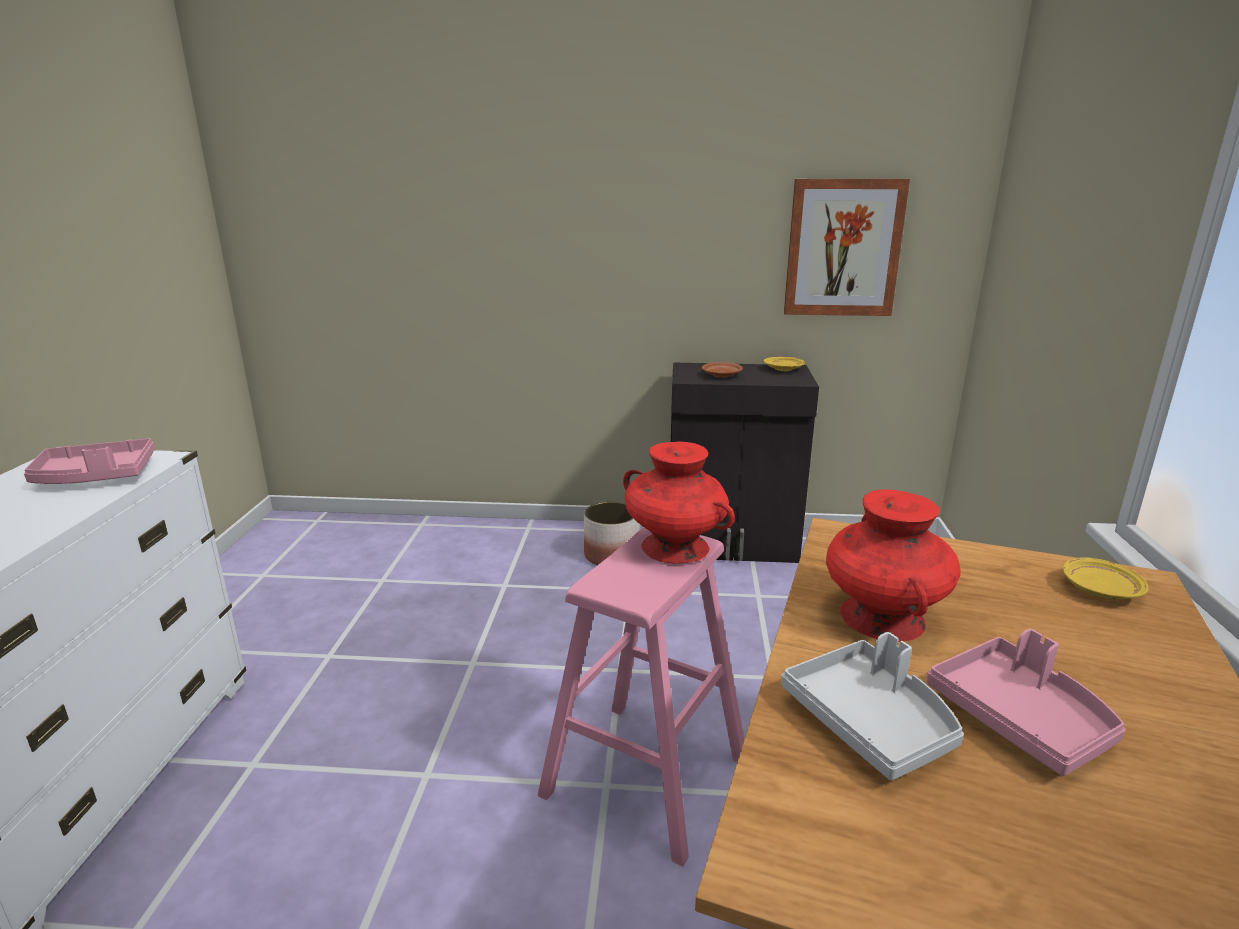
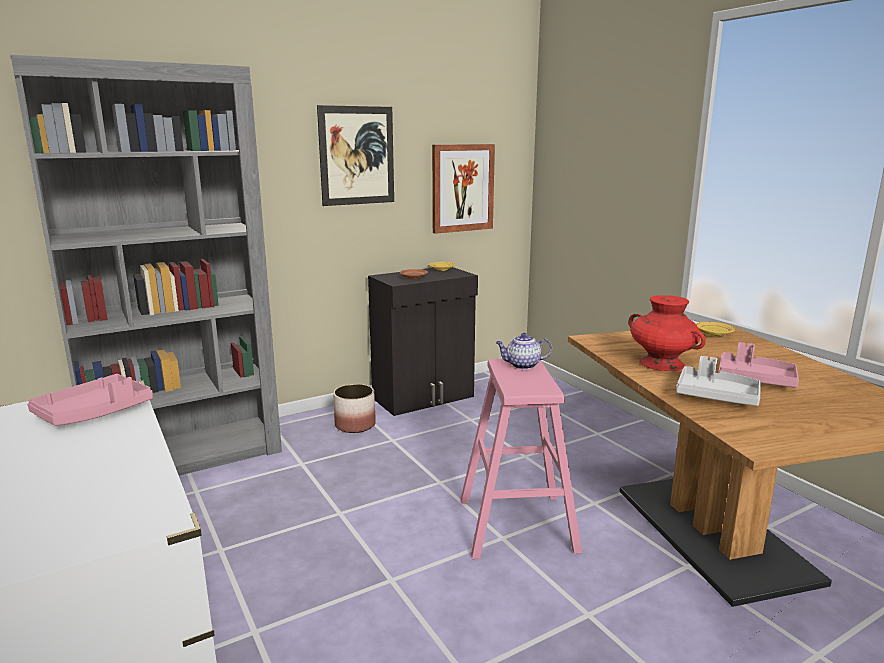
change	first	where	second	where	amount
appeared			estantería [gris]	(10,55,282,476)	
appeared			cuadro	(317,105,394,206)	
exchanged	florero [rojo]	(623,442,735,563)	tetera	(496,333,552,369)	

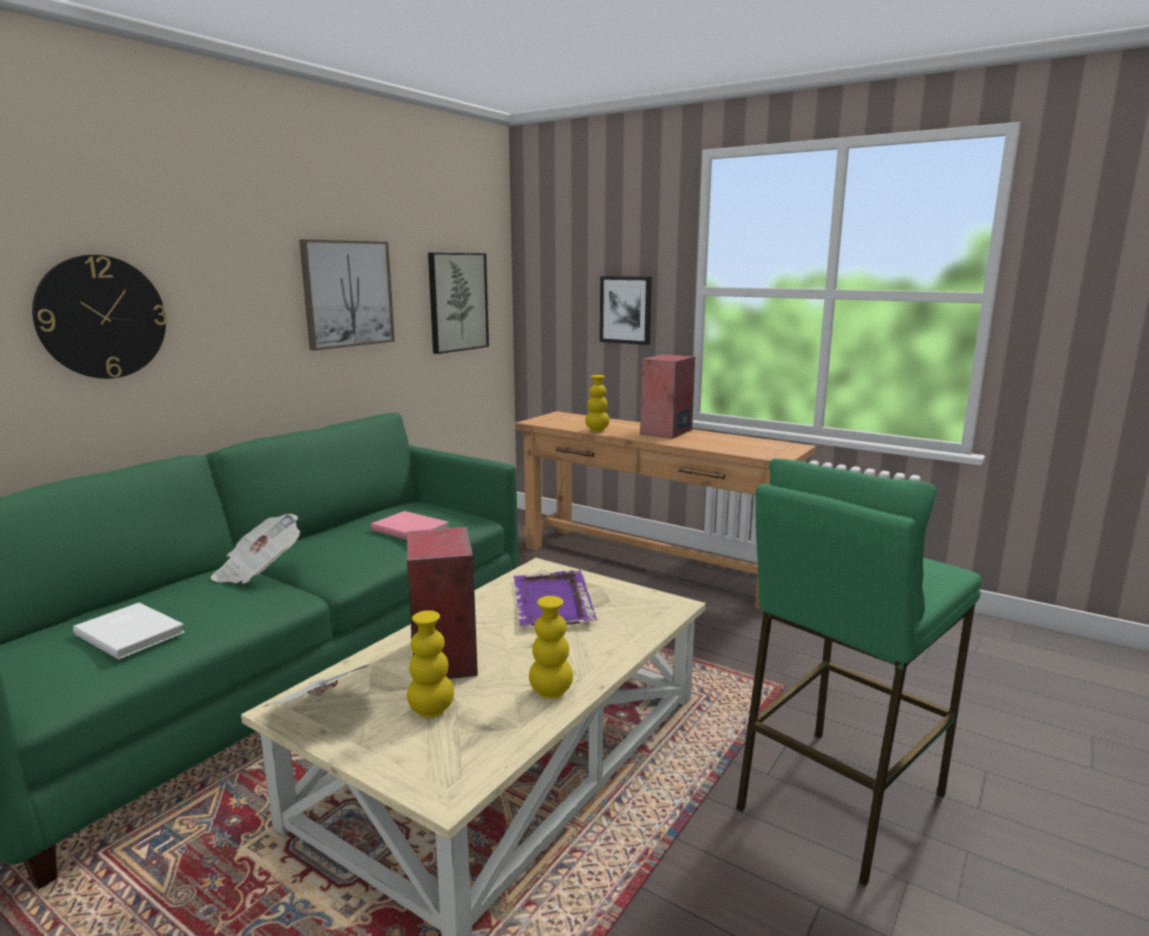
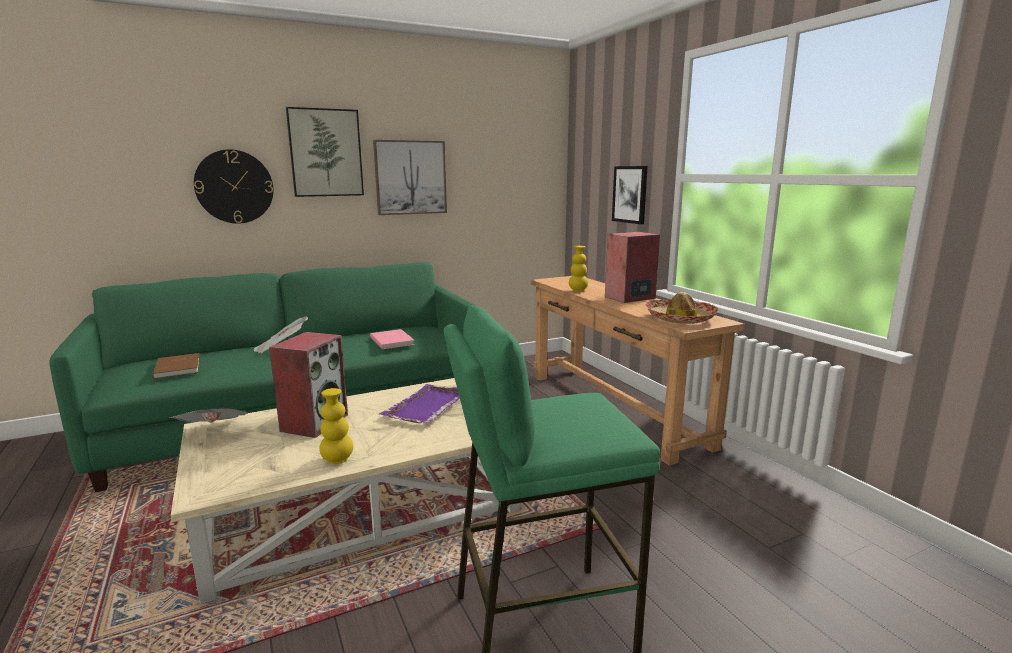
change	first	where	second	where	amount
colour	libro [blanco]	(73,603,185,660)	libro [marrón]	(153,353,200,379)	
relocated	cuadro	(428,253,489,354)		(286,107,364,197)	
appeared			sombrero	(645,292,719,324)	
missing	florero [amarillo]	(407,610,454,718)			

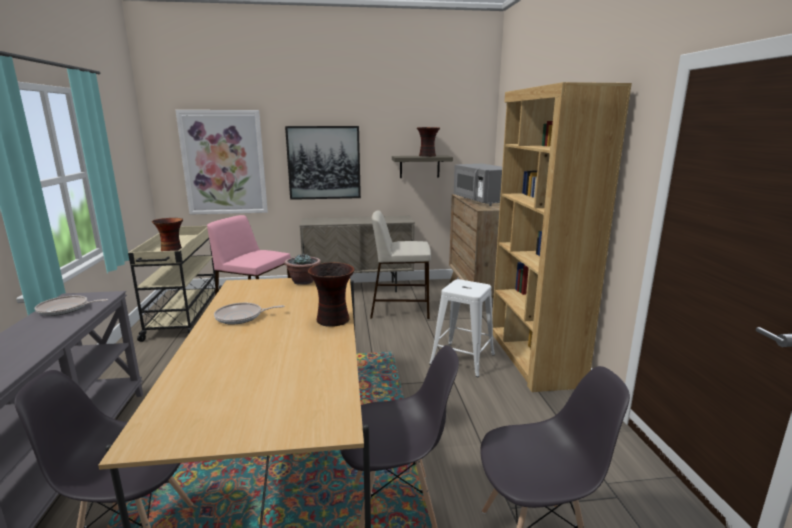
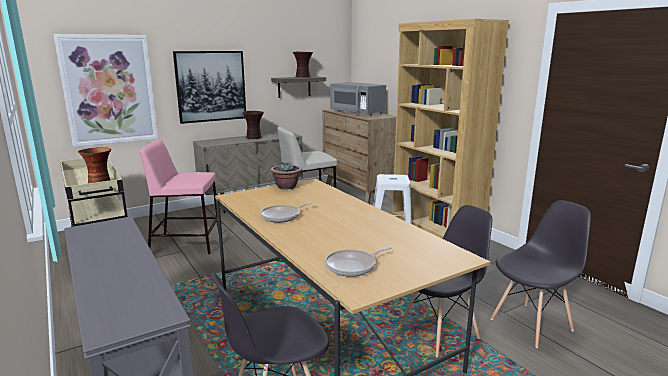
change	first	where	second	where	amount
relocated	florero	(308,262,354,327)		(242,111,264,139)	
relocated	sartén	(35,295,108,316)		(325,247,391,277)	

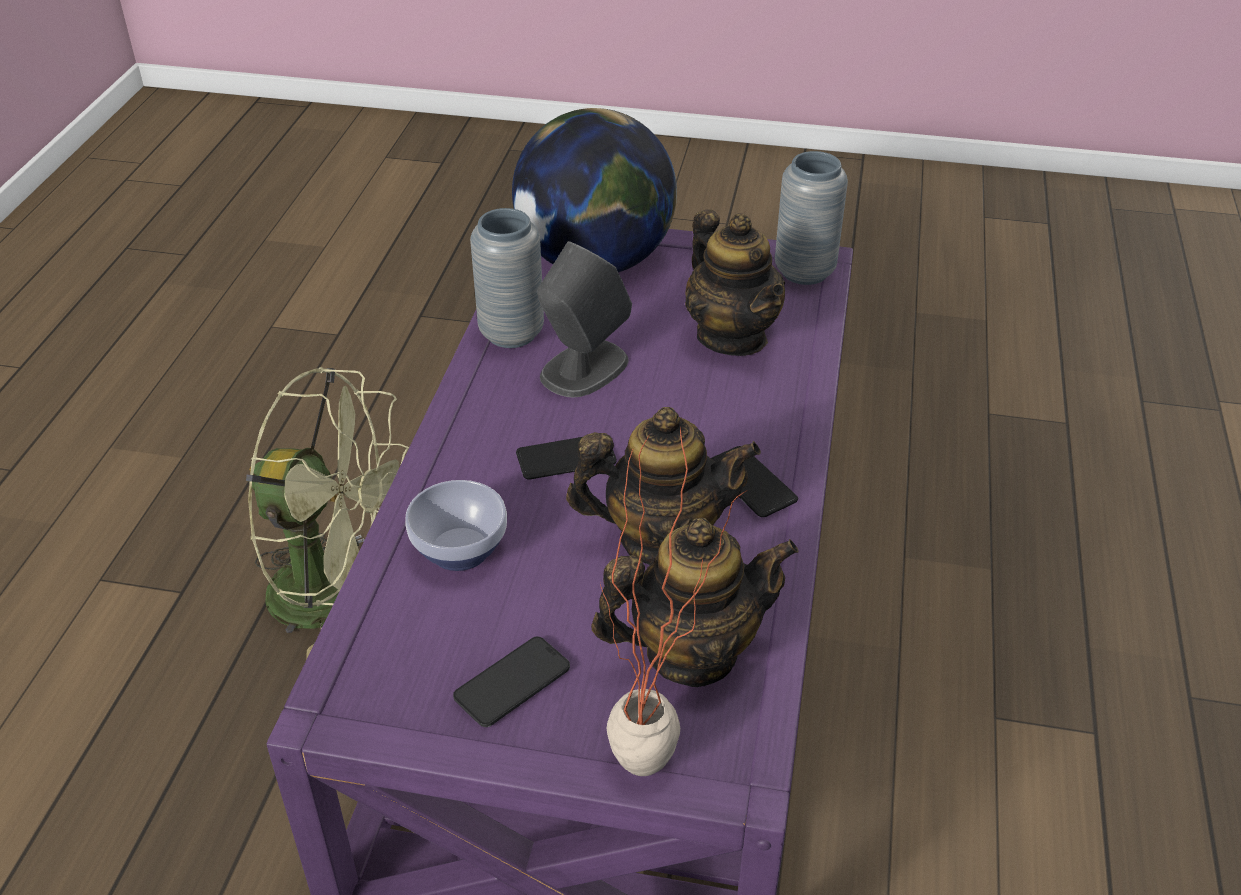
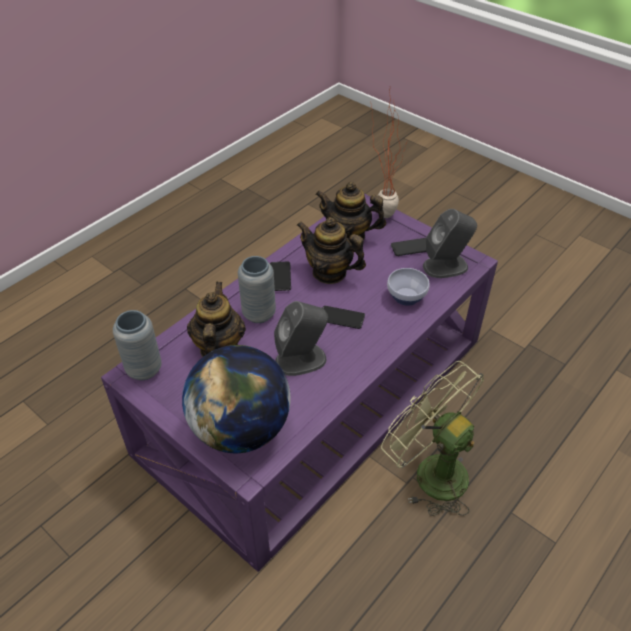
change	first	where	second	where	amount
relocated	florero [gris]	(470,208,544,348)		(238,256,276,323)	
appeared			altavoz [gris]	(423,209,477,278)	

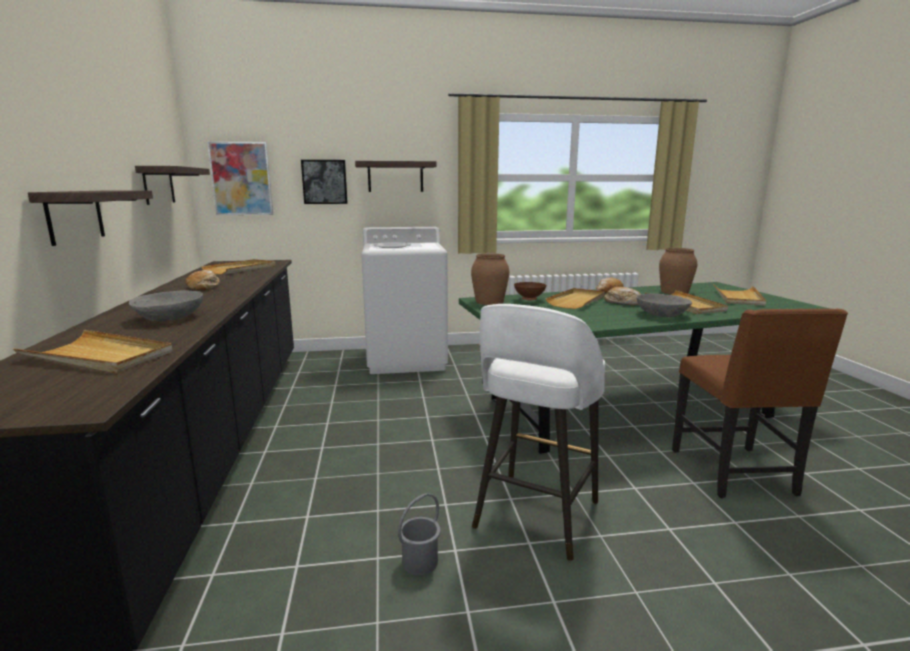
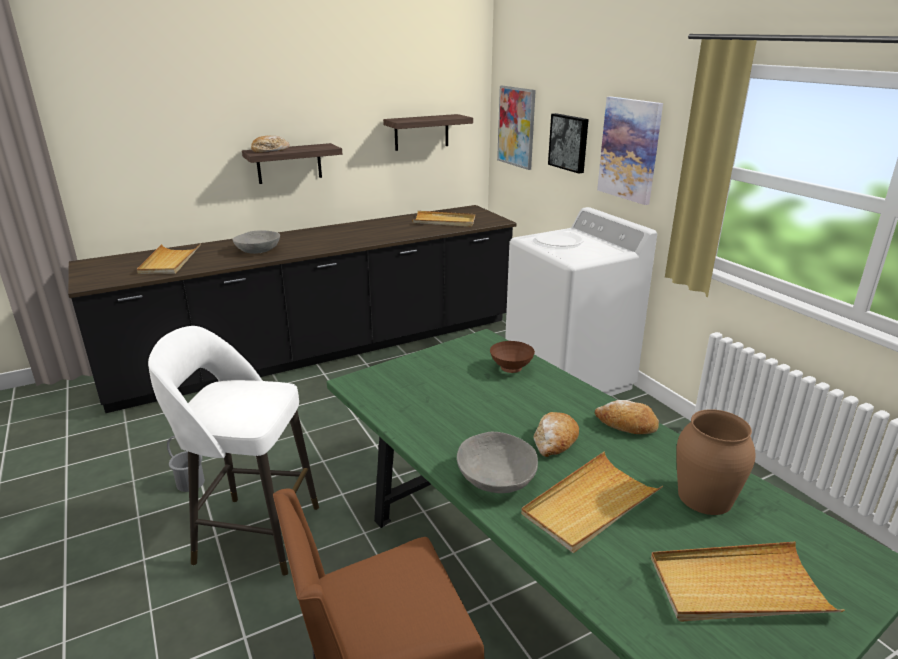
change	first	where	second	where	amount
relocated	pan	(185,270,220,290)		(251,136,289,153)	
exchanged	estante	(355,161,436,192)	cuadro	(597,97,663,205)	
missing	florero [marrón]	(471,253,509,305)			
missing	bandeja [beis]	(545,288,605,309)			

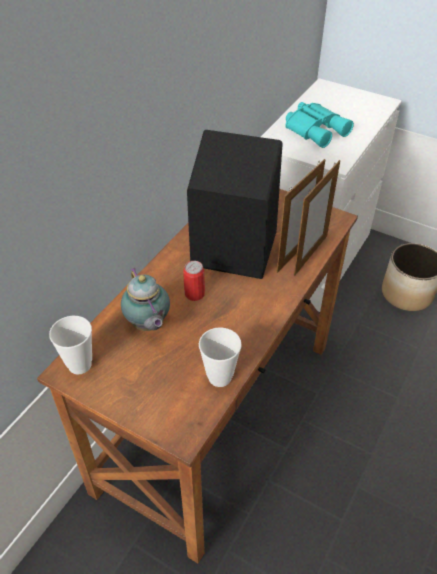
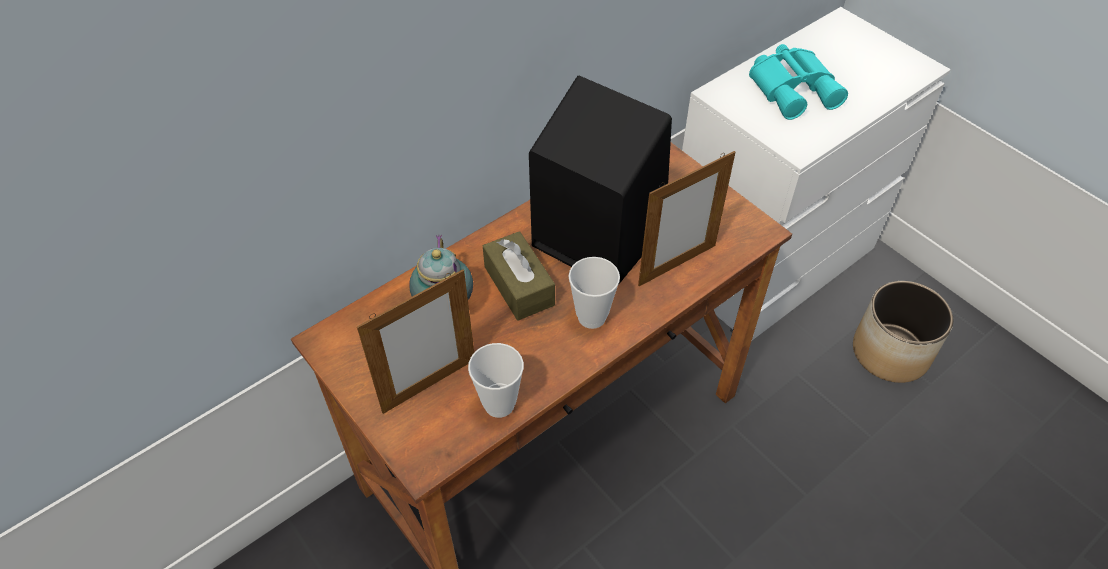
change	first	where	second	where	amount
relocated	portarretratos	(294,160,340,276)		(357,269,474,414)	
exchanged	lata	(183,261,205,301)	caja de pañuelos [marrón]	(483,231,555,321)	
relocated	taza	(49,316,92,374)		(569,257,620,329)	

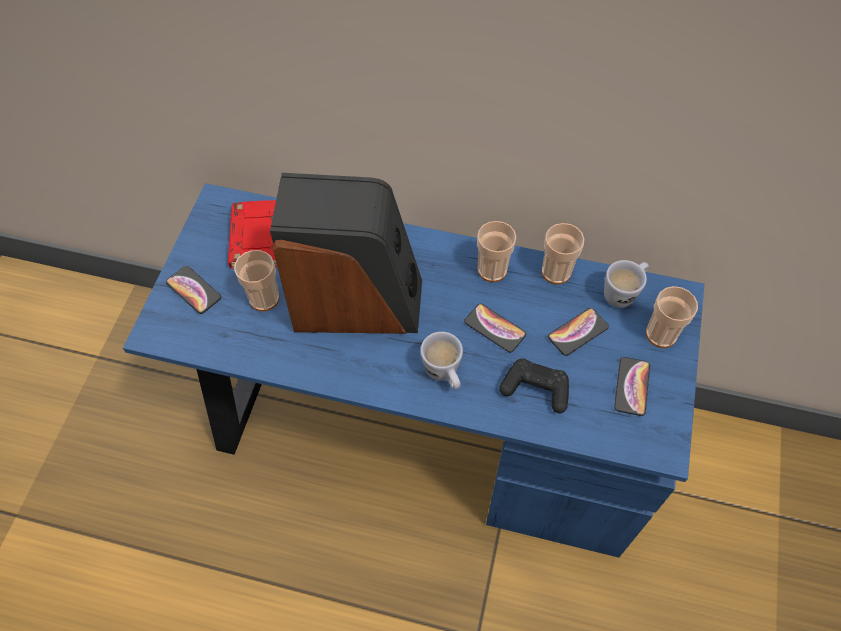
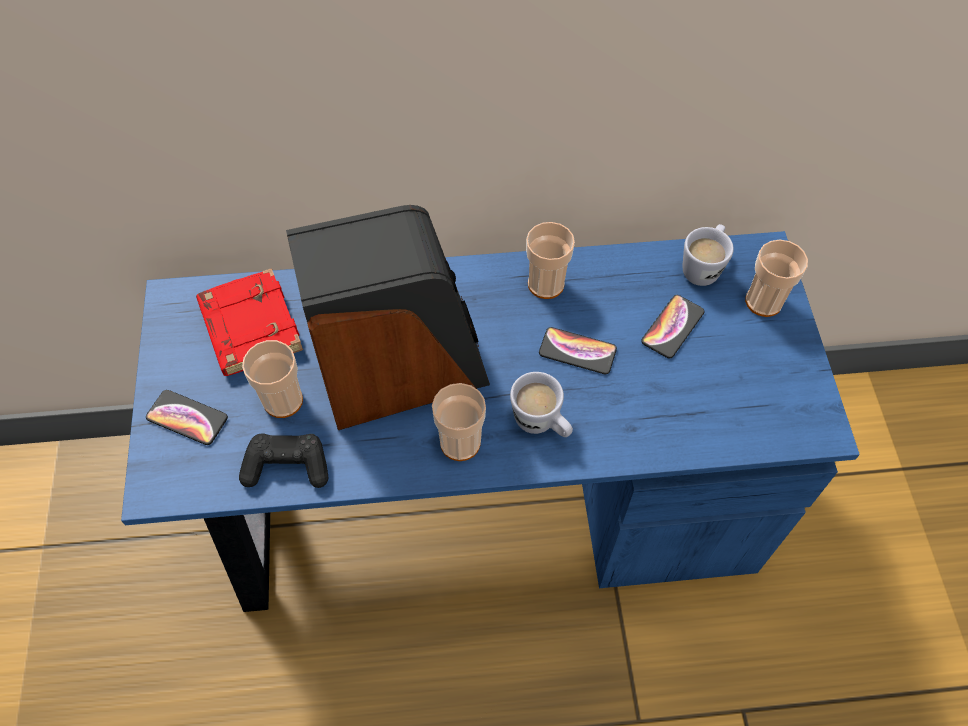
change	first	where	second	where	amount
relocated	mando de consola [negro]	(500,359,569,414)		(239,433,329,488)	
relocated	taza	(542,223,584,284)		(432,383,486,461)	
missing	móvil	(614,357,650,416)			

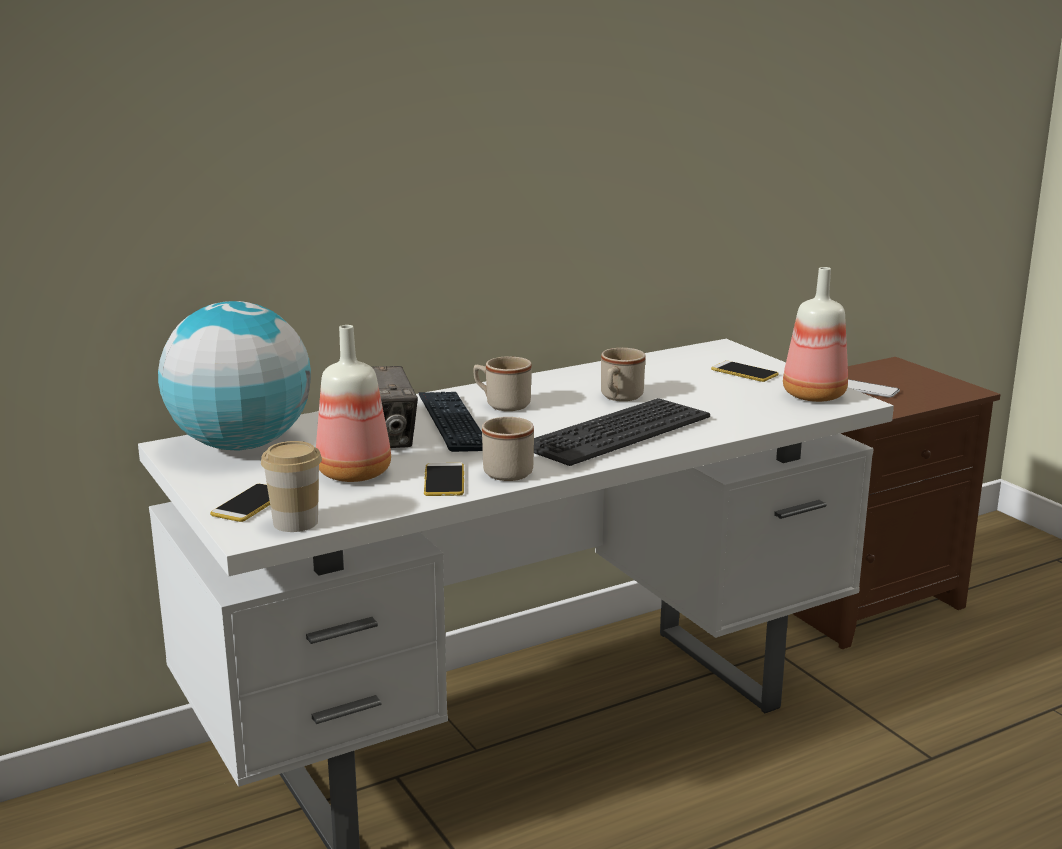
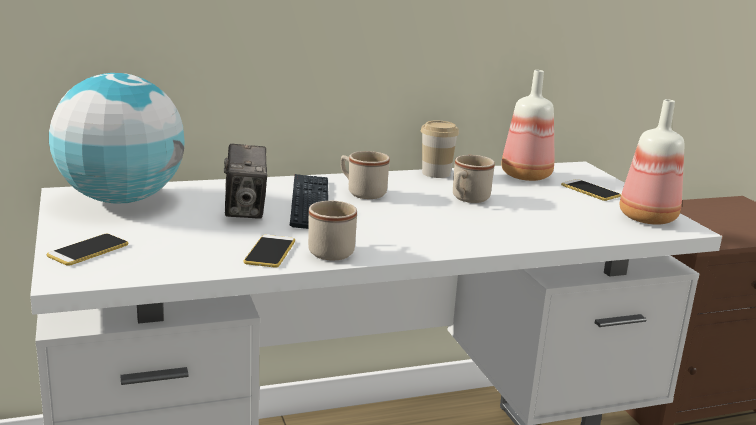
change	first	where	second	where	amount
relocated	taza	(261,441,322,532)		(421,121,459,178)	
relocated	botella	(316,325,391,482)		(501,70,555,181)	
missing	teclado	(534,398,710,466)			
missing	móvil	(848,379,900,398)			

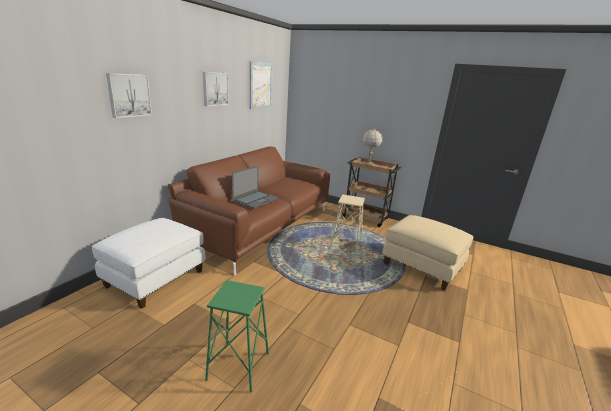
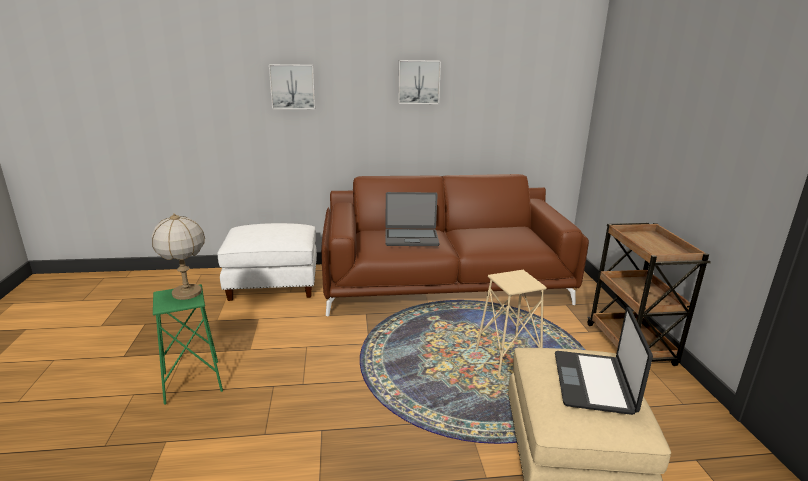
change	first	where	second	where	amount
relocated	lámpara de mesa	(362,129,383,166)		(152,213,205,300)	
appeared			portátil	(555,307,653,415)	
missing	cuadro	(250,61,273,109)			

